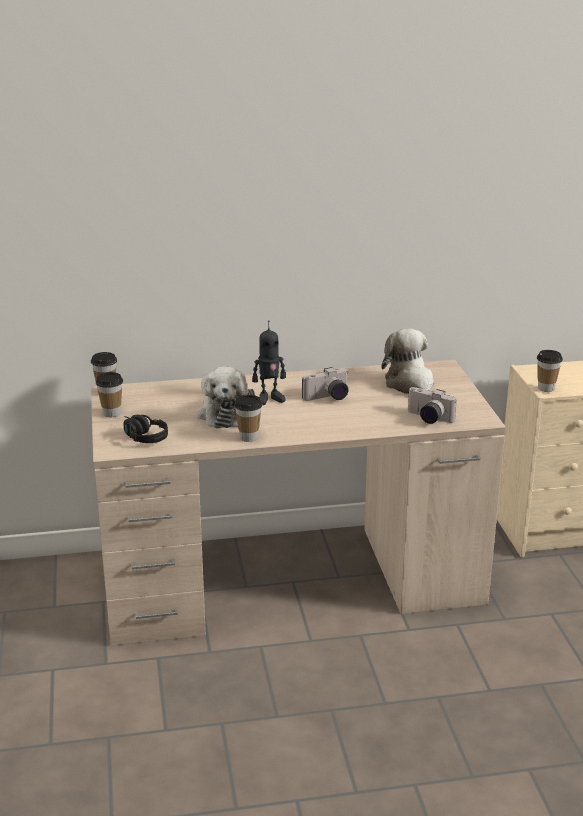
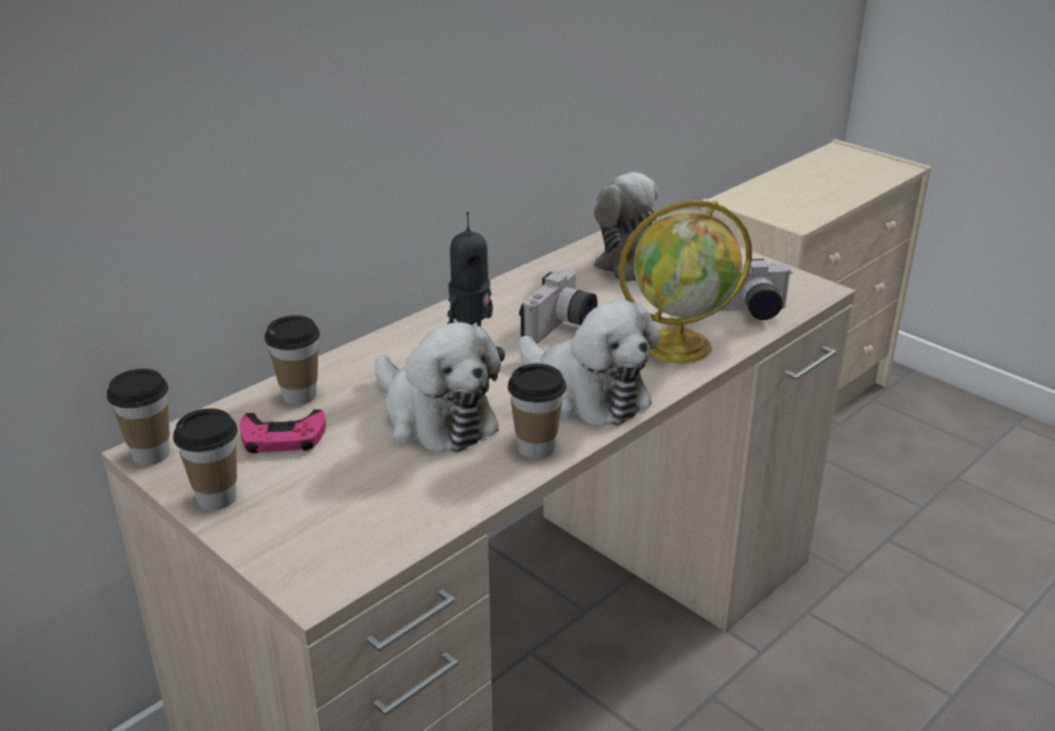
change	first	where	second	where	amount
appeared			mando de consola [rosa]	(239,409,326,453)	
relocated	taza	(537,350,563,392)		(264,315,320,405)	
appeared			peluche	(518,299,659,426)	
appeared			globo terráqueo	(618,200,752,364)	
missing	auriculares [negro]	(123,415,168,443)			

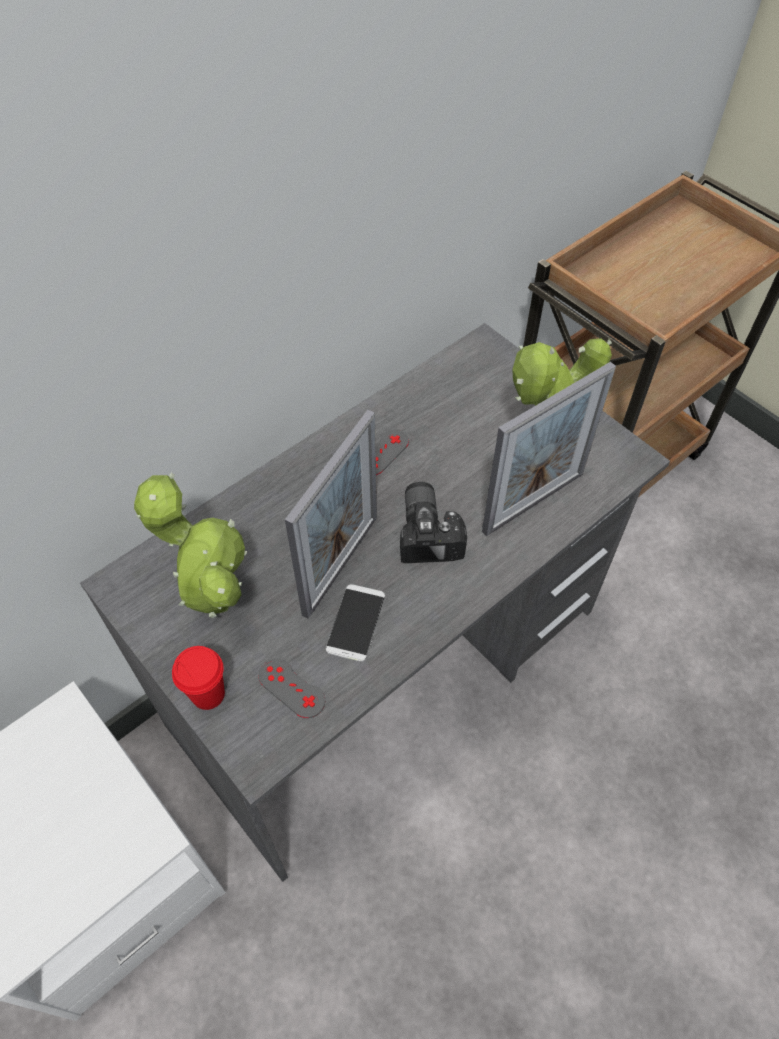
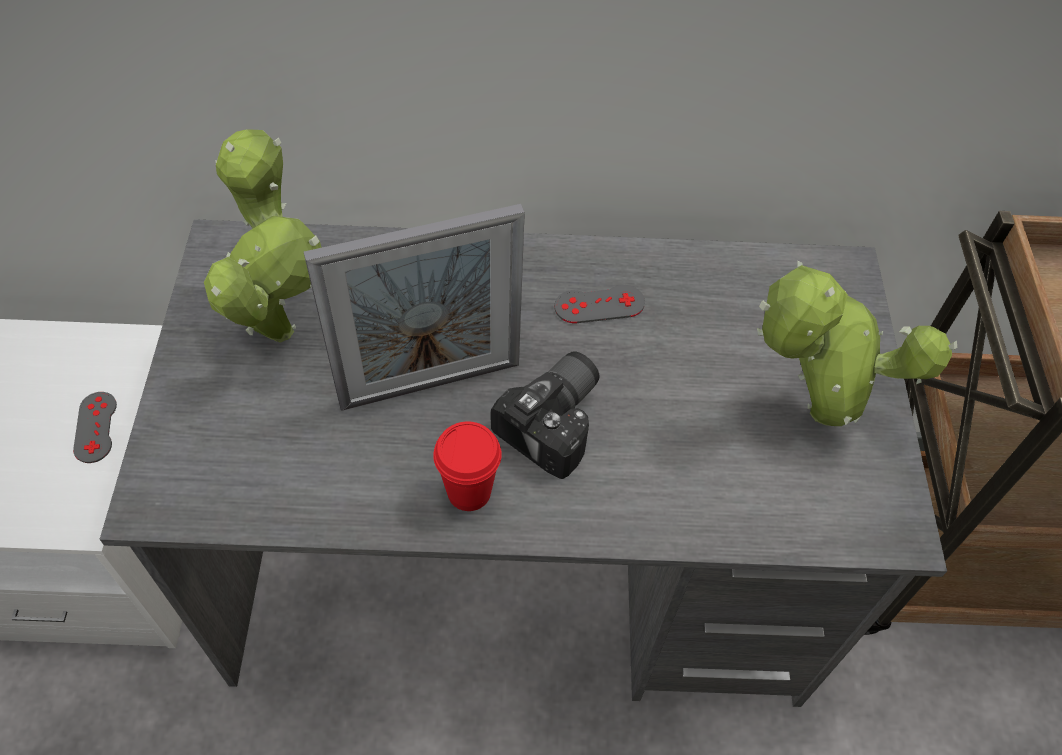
change	first	where	second	where	amount
relocated	mando de consola [gris]	(259,659,325,718)		(73,392,117,463)	
relocated	taza [rojo]	(172,646,225,710)		(433,421,502,511)	
missing	móvil	(326,584,385,662)			
missing	portarretratos	(482,362,616,536)			

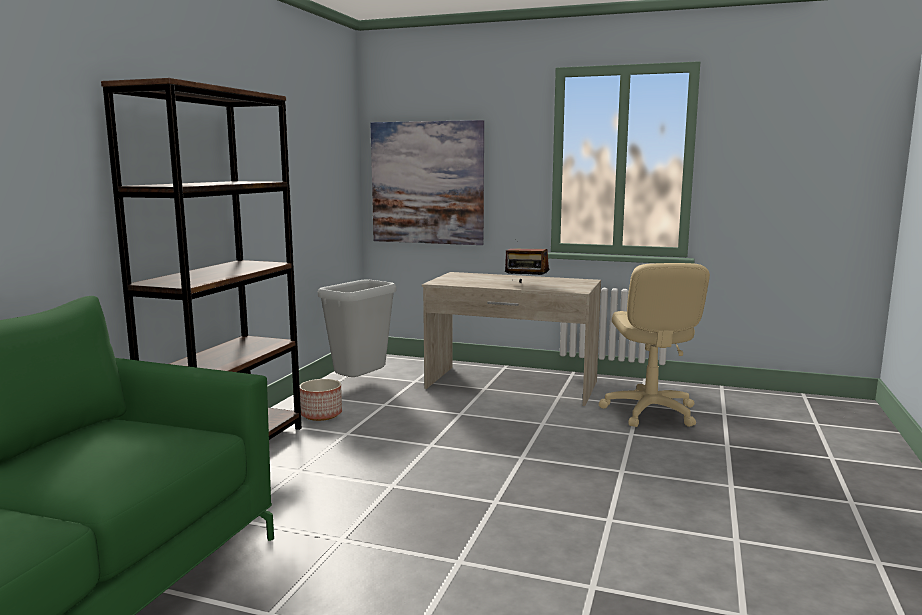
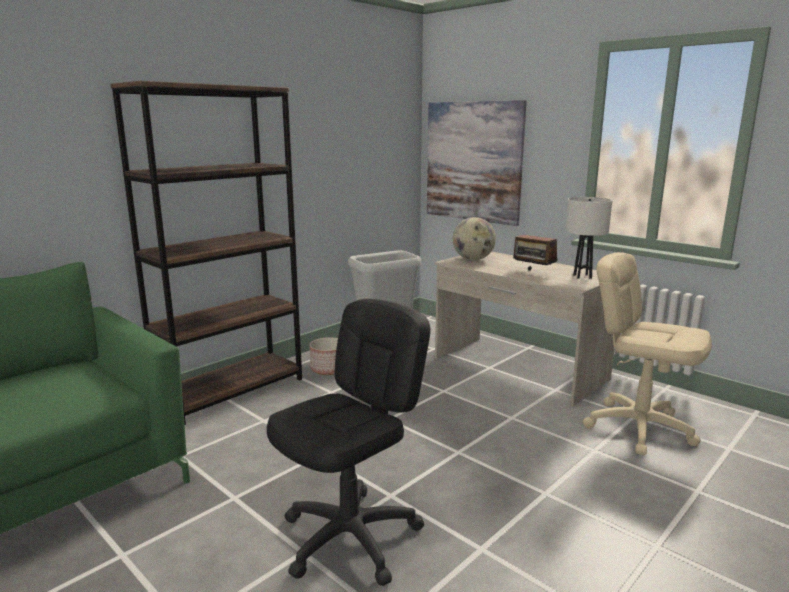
change	first	where	second	where	amount
appeared			silla de oficina [negro]	(267,299,430,586)	
appeared			globo terráqueo	(453,217,496,260)	
appeared			lámpara de mesa [blanco]	(565,197,612,279)	
spun	silla de oficina [beis]	(599,263,710,427)		(583,252,712,455)	105 degrees clockwise

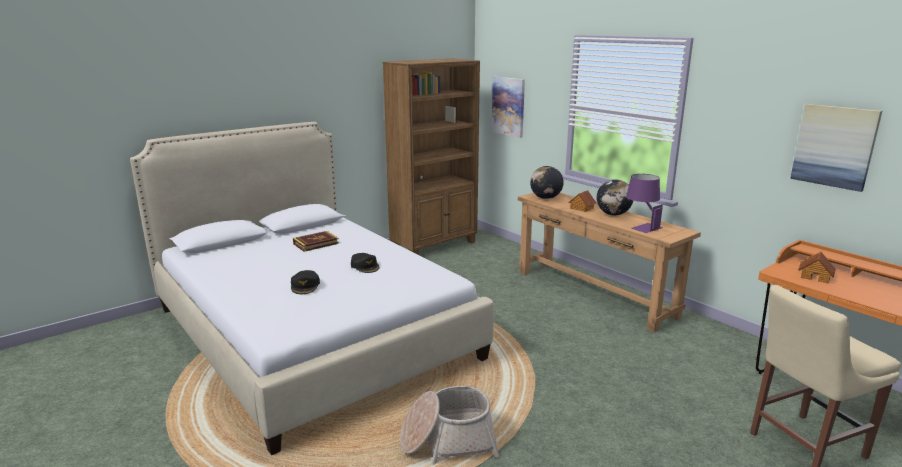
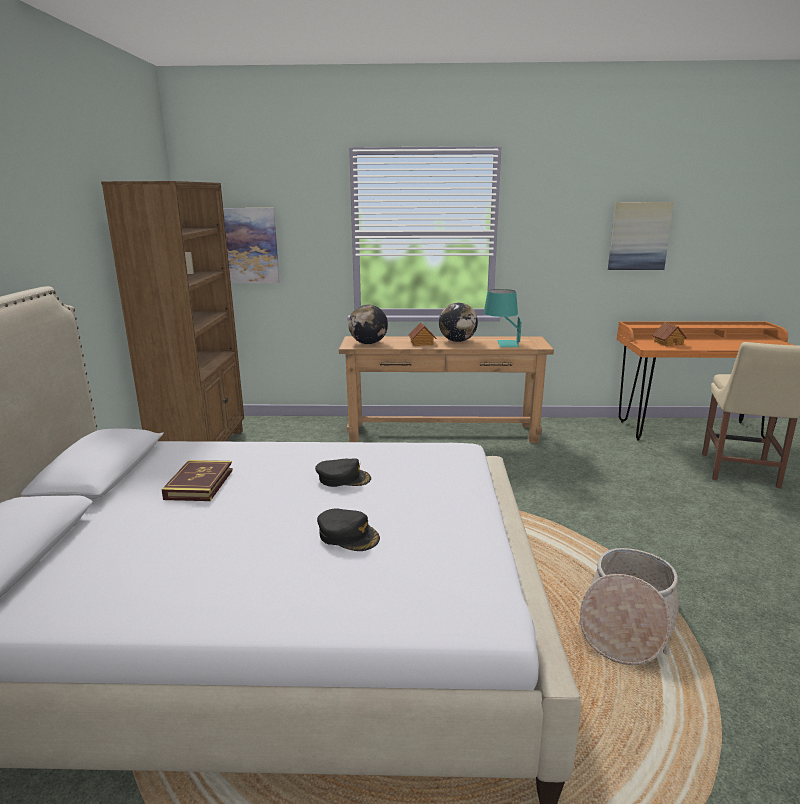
change	first	where	second	where	amount
colour	lámpara de mesa [morado]	(626,174,663,233)	lámpara de mesa [turquesa]	(484,289,521,347)	

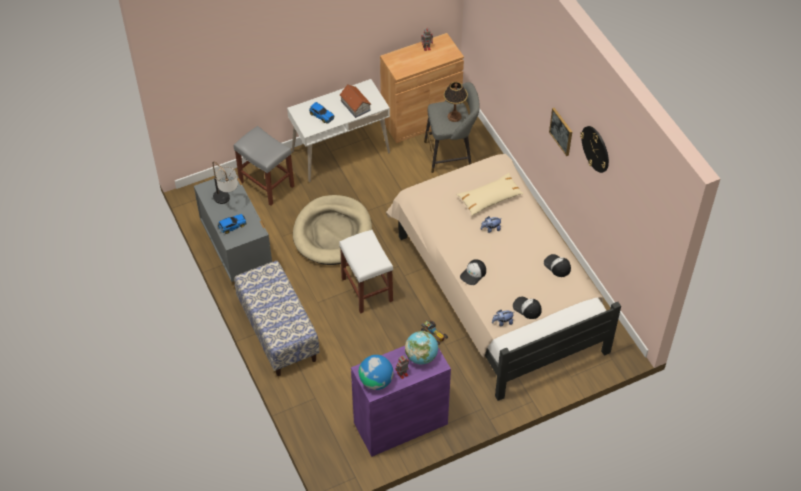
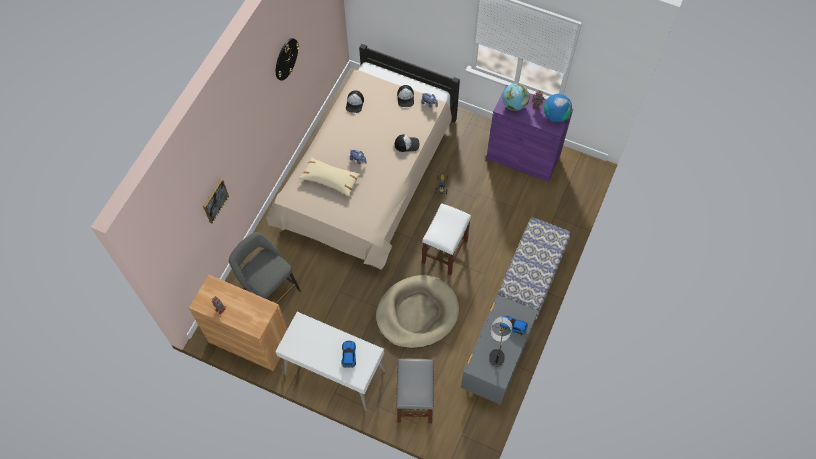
change	first	where	second	where	amount
relocated	cuadro	(549,108,572,156)		(203,179,229,224)	
missing	casita	(339,84,371,118)			
missing	lámpara de mesa	(444,82,468,122)			

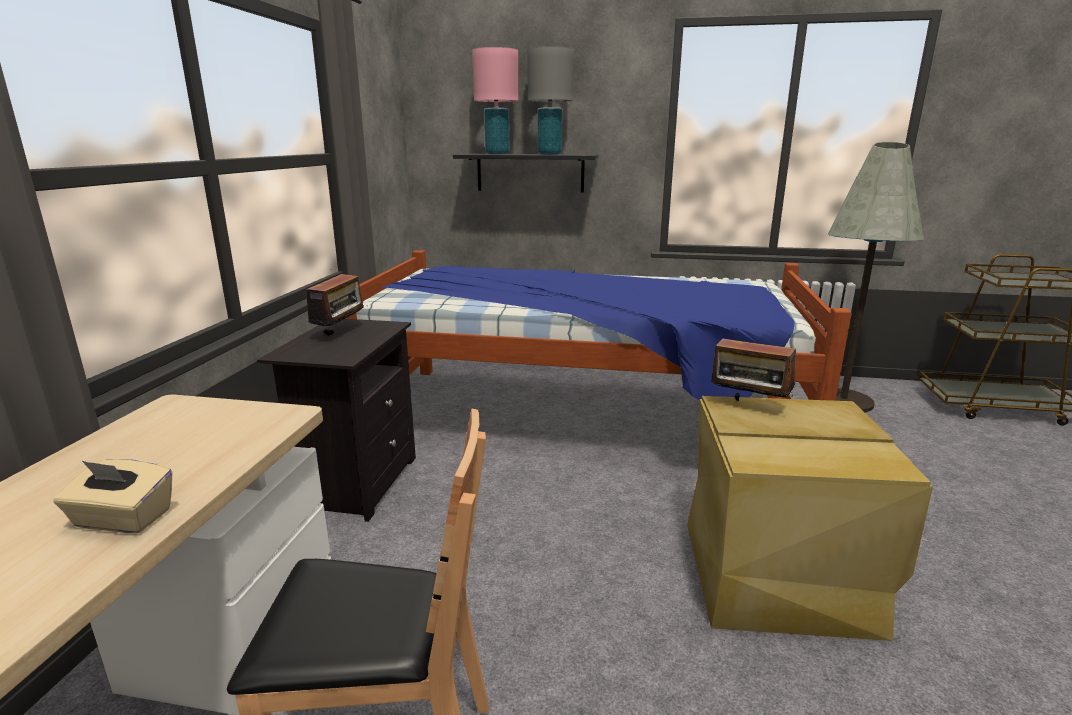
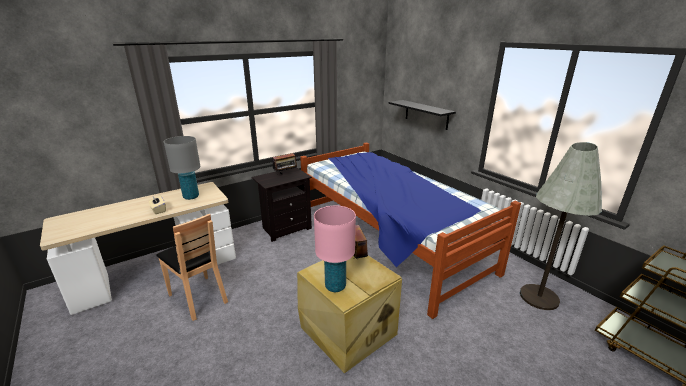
change	first	where	second	where	amount
relocated	lámpara de mesa [gris]	(527,46,574,154)		(164,136,200,200)	
relocated	lámpara de mesa [rosa]	(472,47,518,154)		(314,206,356,292)	

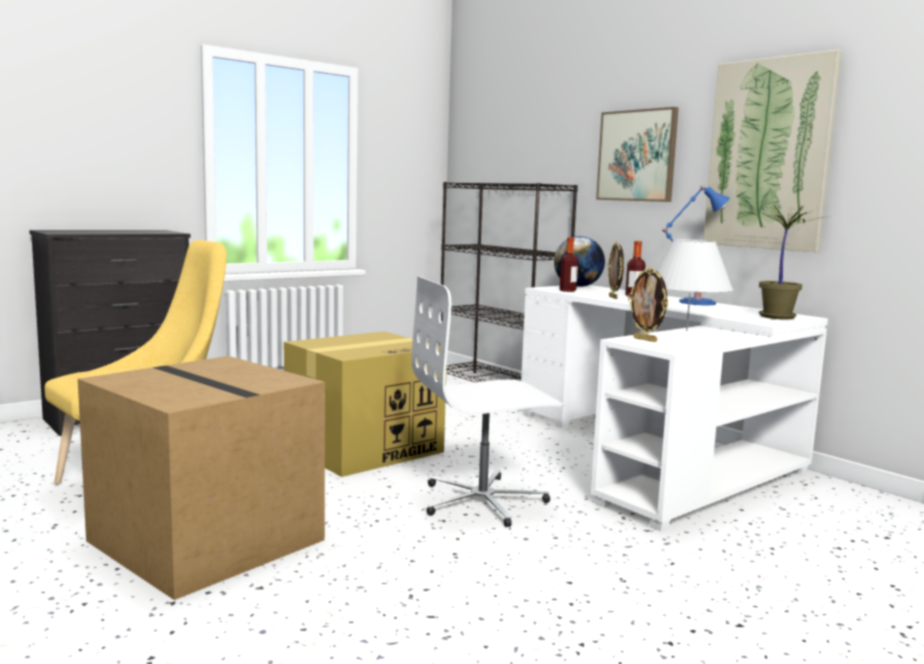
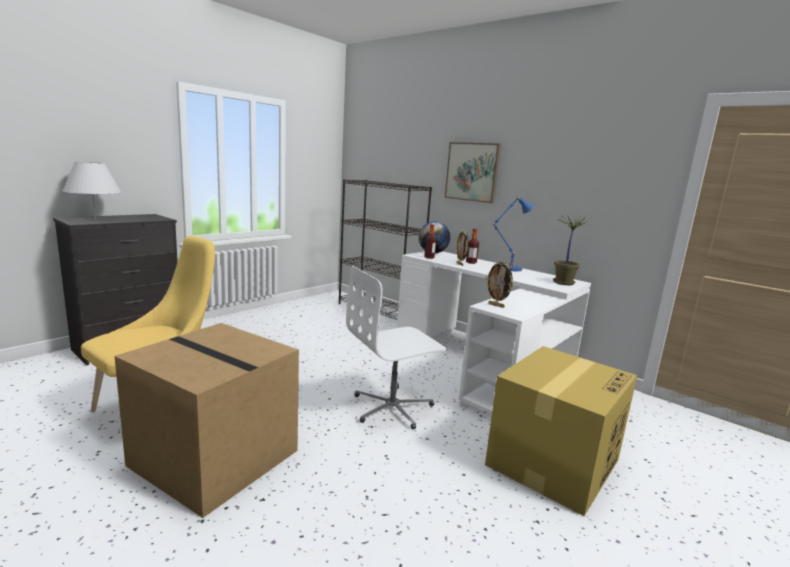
change	first	where	second	where	amount
relocated	lámpara de mesa [blanco]	(657,239,733,331)		(63,161,121,219)	
relocated	caja de cartón	(284,331,447,477)		(485,346,637,516)	
missing	cuadro	(703,50,842,252)			

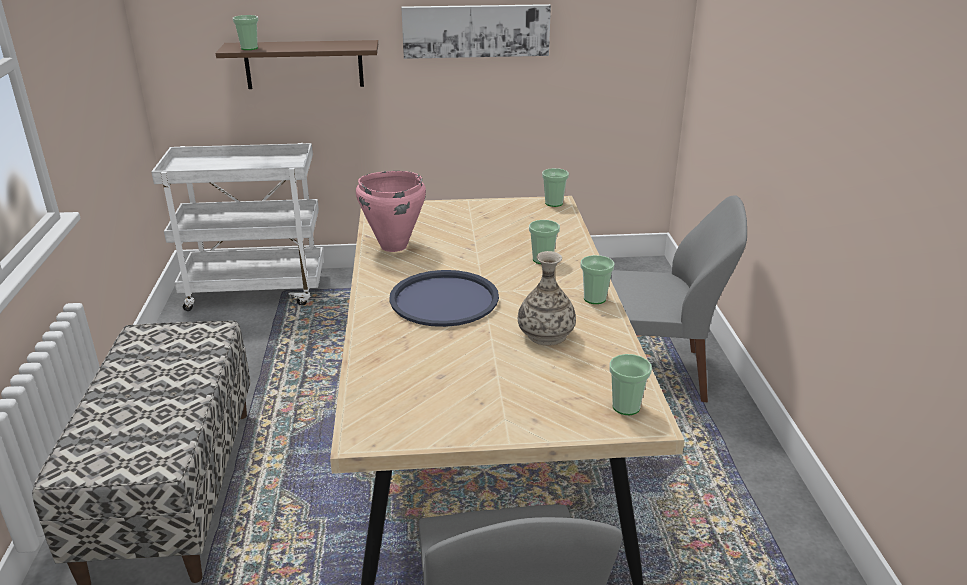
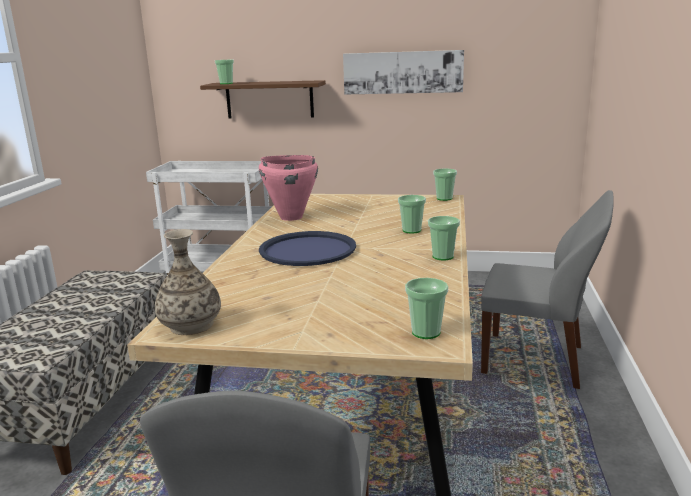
change	first	where	second	where	amount
relocated	florero	(518,251,576,346)		(155,229,221,335)	

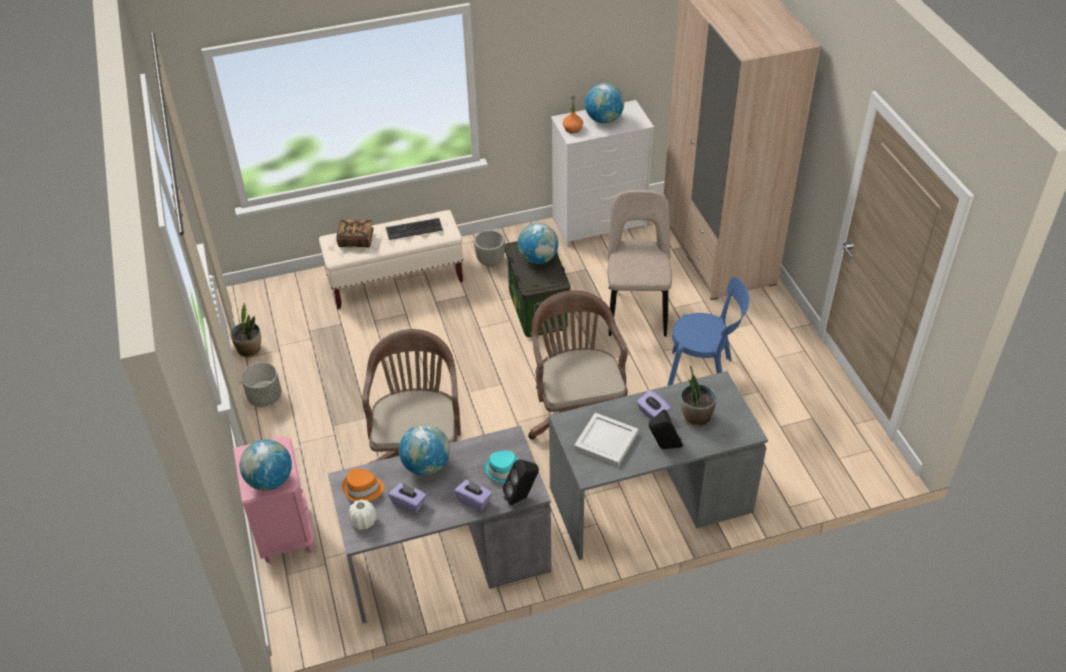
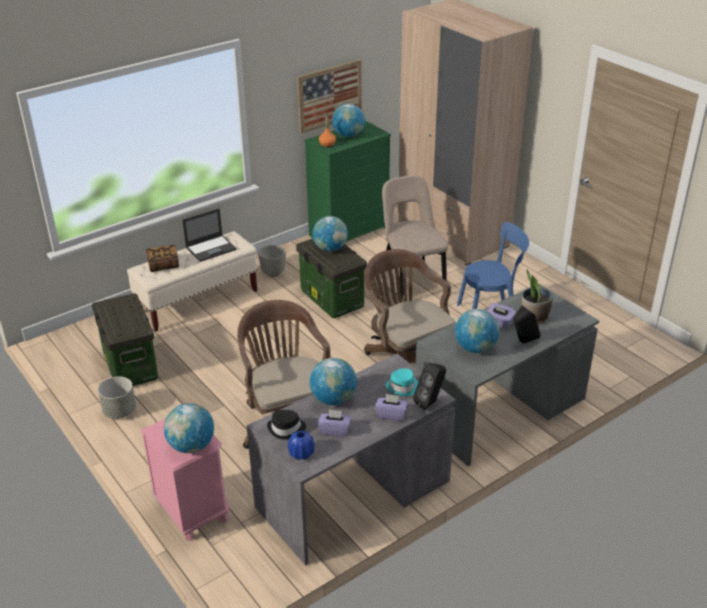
change	first	where	second	where	amount
appeared			caja de almacenaje	(92,293,158,386)	
exchanged	teclado	(386,218,443,240)	portátil	(182,208,236,262)	
colour	sombrero [naranja]	(342,468,384,501)	sombrero [negro]	(267,410,306,440)	
colour	florero [blanco]	(348,499,377,530)	florero [azul]	(288,431,315,460)	
appeared			cuadro	(297,59,362,134)	
colour	cómoda [blanco]	(551,100,654,247)	cómoda [verde]	(304,120,391,242)	
exchanged	bandeja [blanco]	(574,413,638,467)	globo terráqueo	(455,309,499,353)	
missing	planta en maceta	(231,302,261,357)			

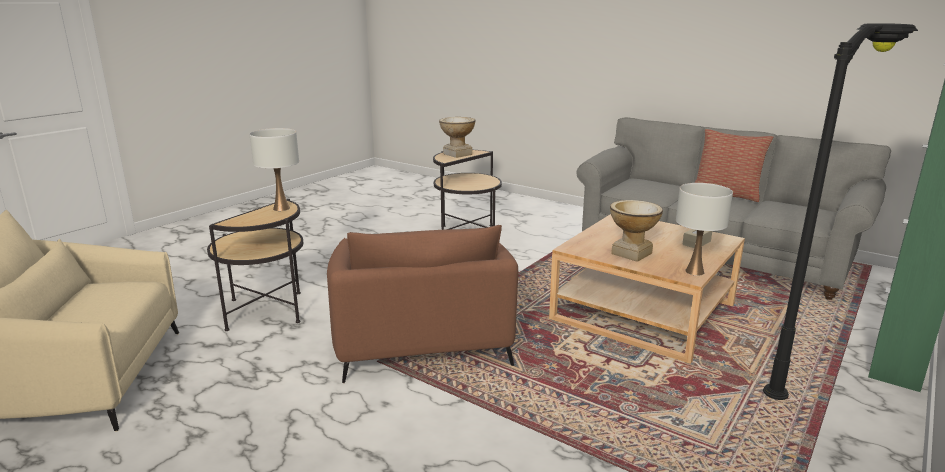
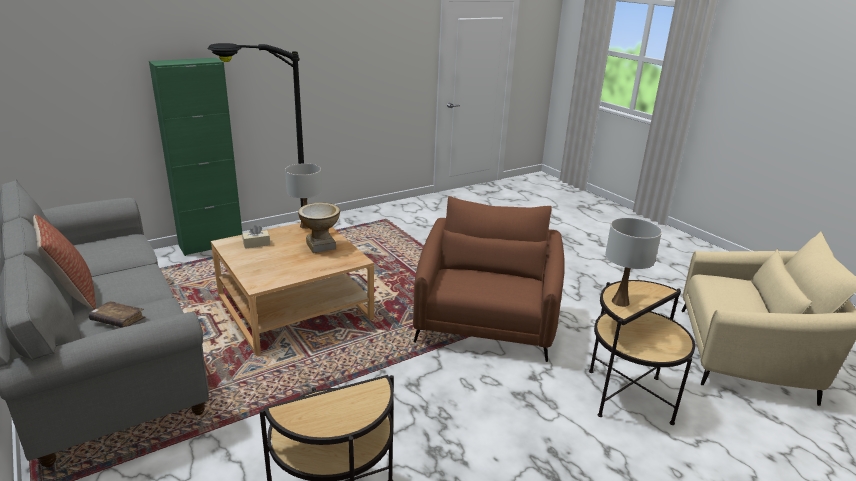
change	first	where	second	where	amount
appeared			libro [marrón]	(89,301,146,328)	
missing	florero	(439,117,475,158)			

